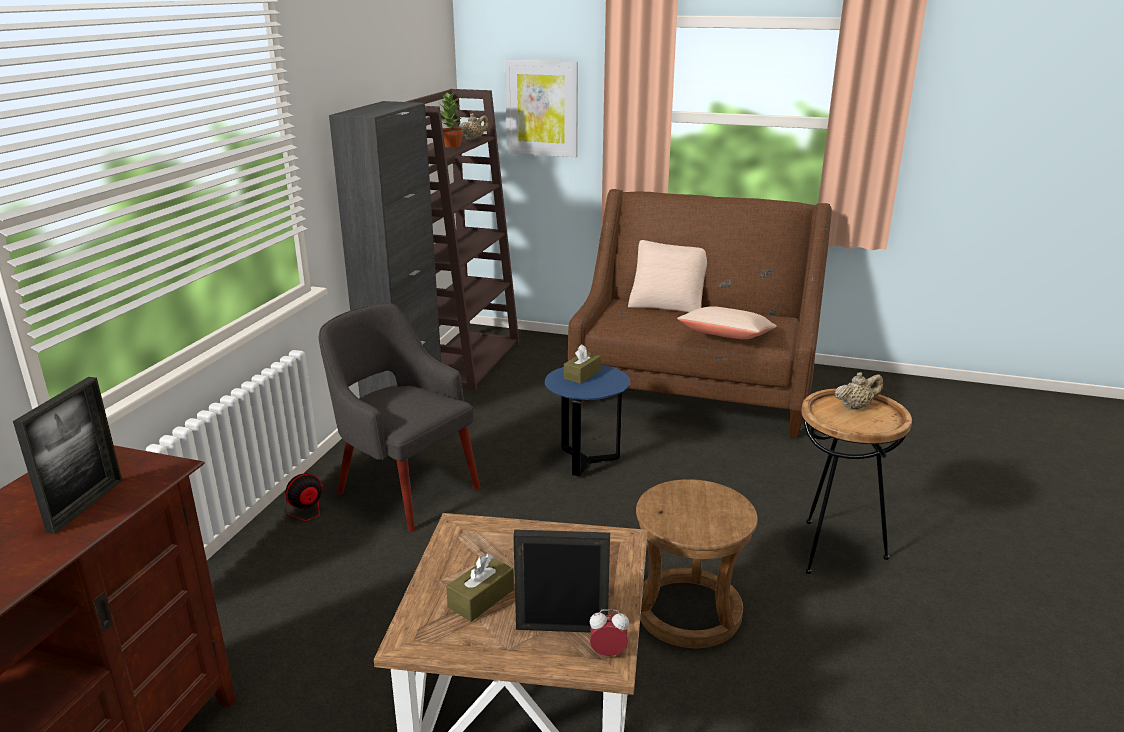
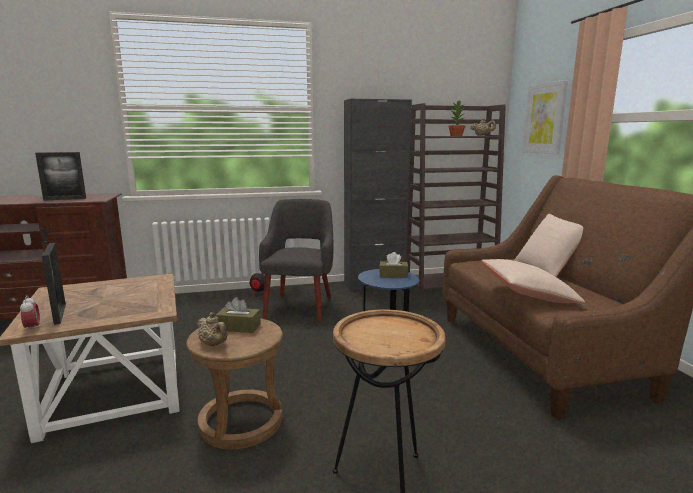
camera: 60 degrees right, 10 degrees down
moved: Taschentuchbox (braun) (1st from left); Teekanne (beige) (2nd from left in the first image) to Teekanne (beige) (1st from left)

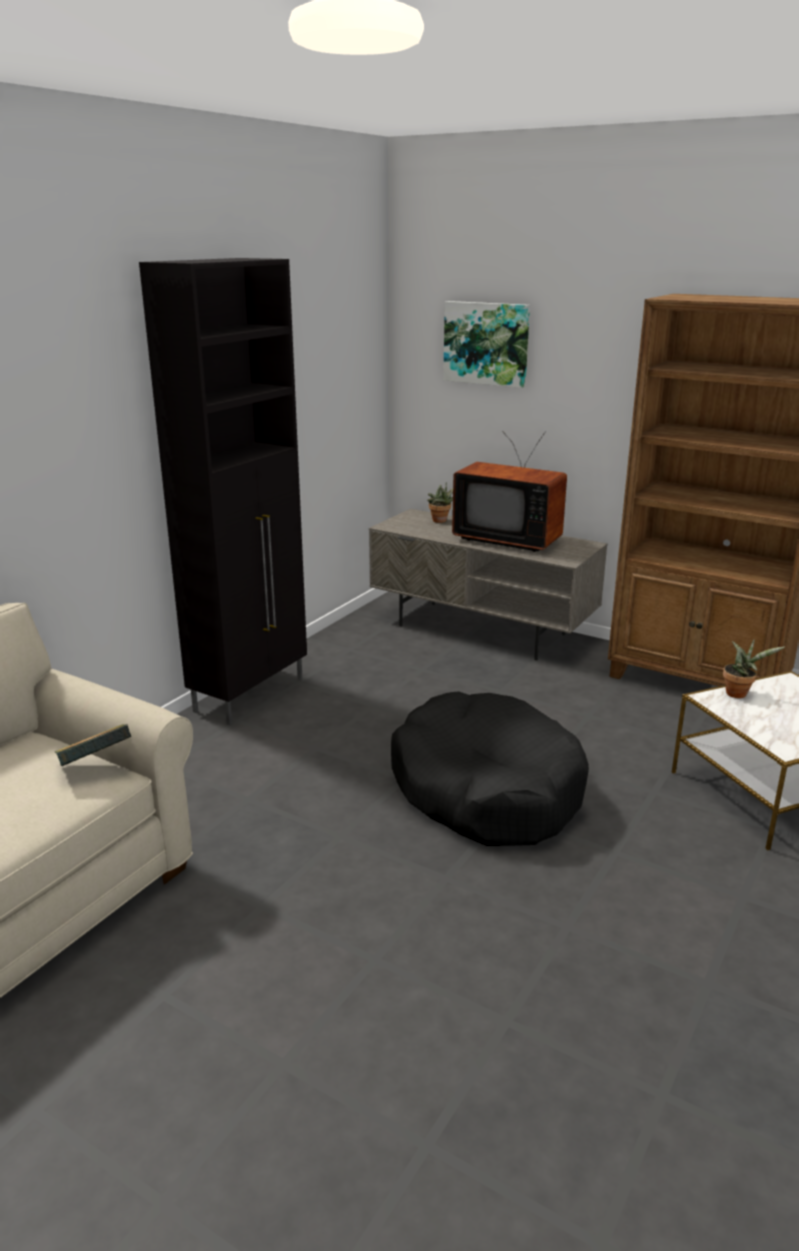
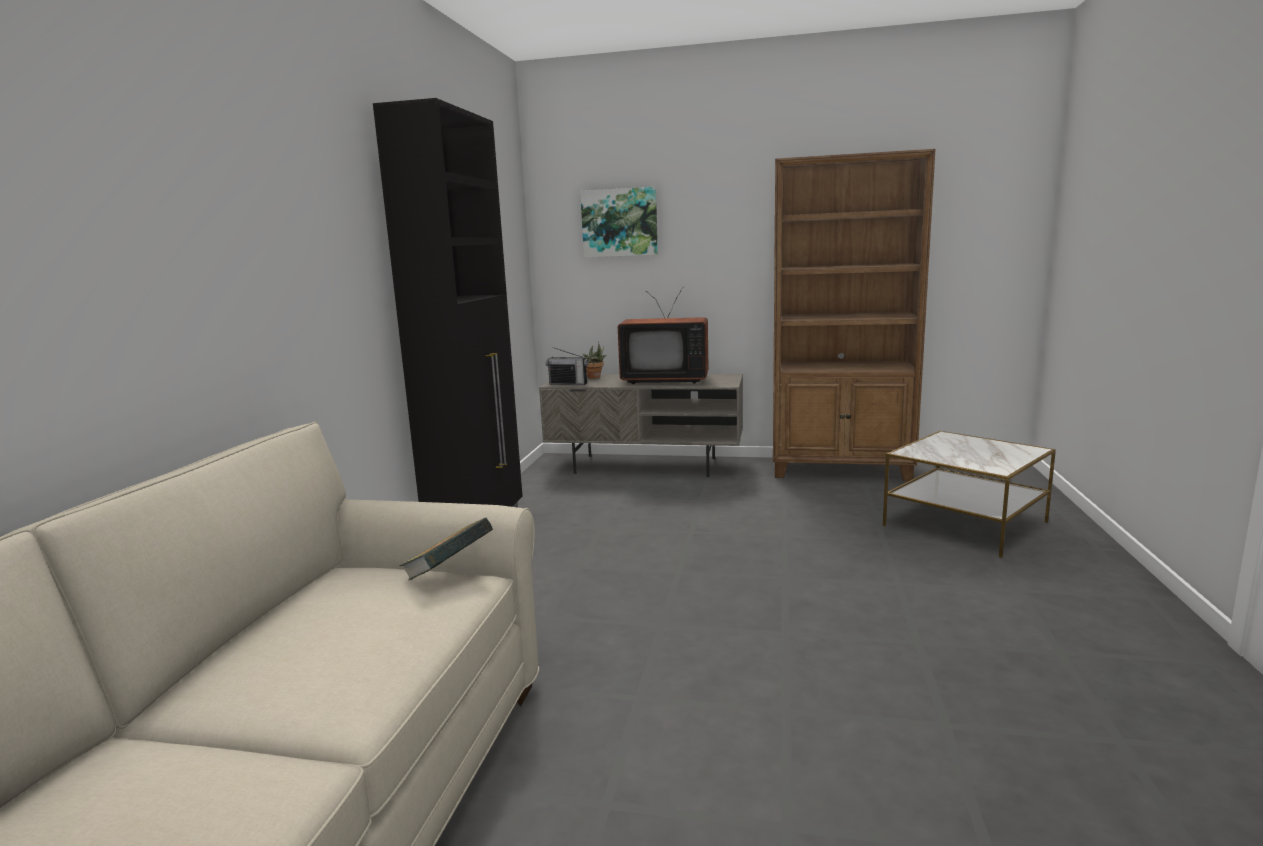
camera: 20 degrees left, 10 degrees down
removed: Hundebett (schwarz); Topfpflanze (2nd from left)
added: Radio

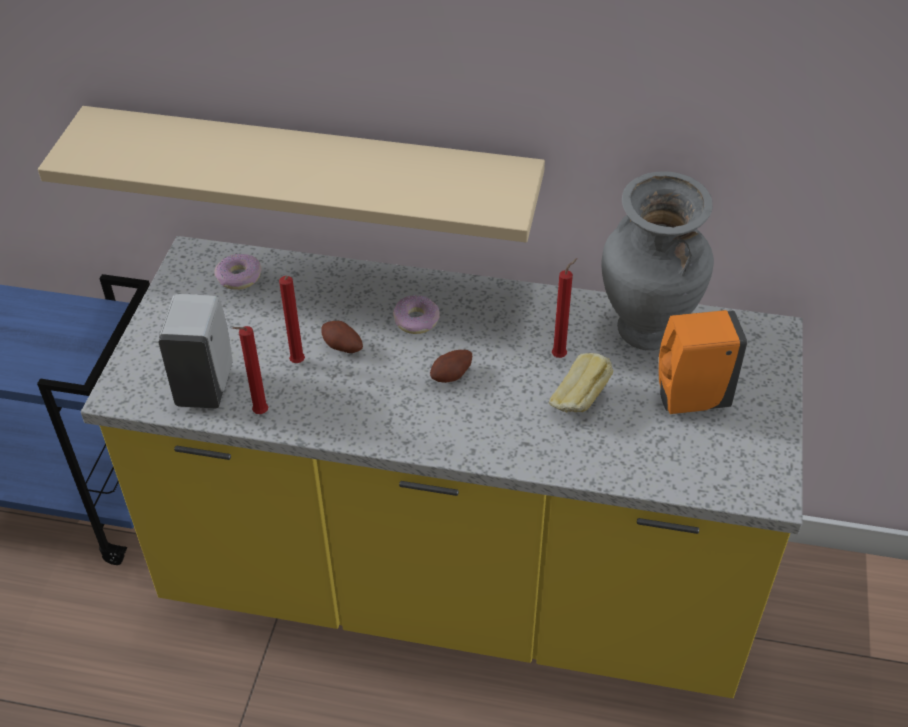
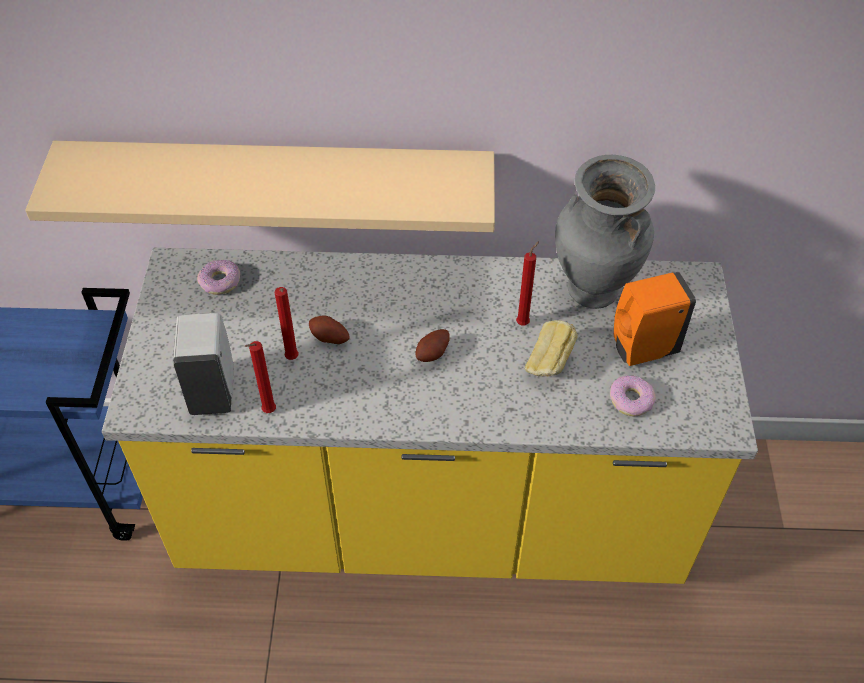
camera: 10 degrees left, 5 degrees up
moved: Donut (2nd from left)

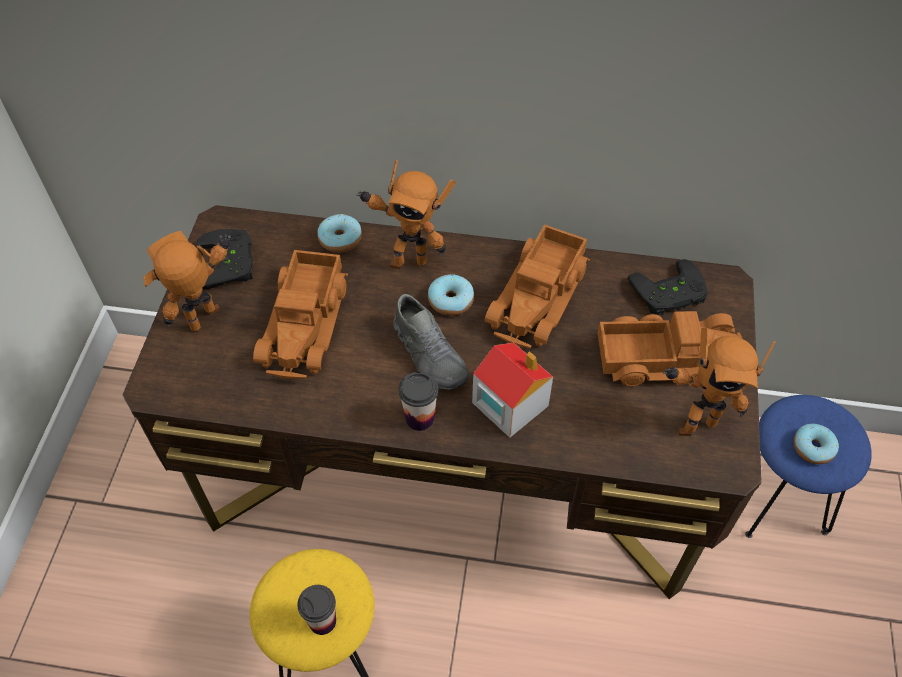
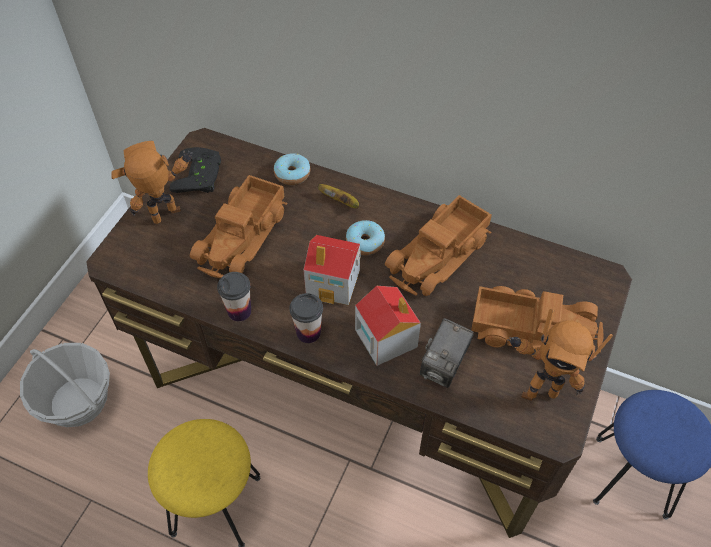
camera: 15 degrees right, 0 degrees up
removed: Gamepad (schwarz) (2nd from left); Donut (3rd from left)
added: Korb; Kamera
moved: Tasse (1st from left)
replaced: Spielzeugroboter (2nd from left) to Banane; Schuh (grau) to Spielzeughaus (1st from left)

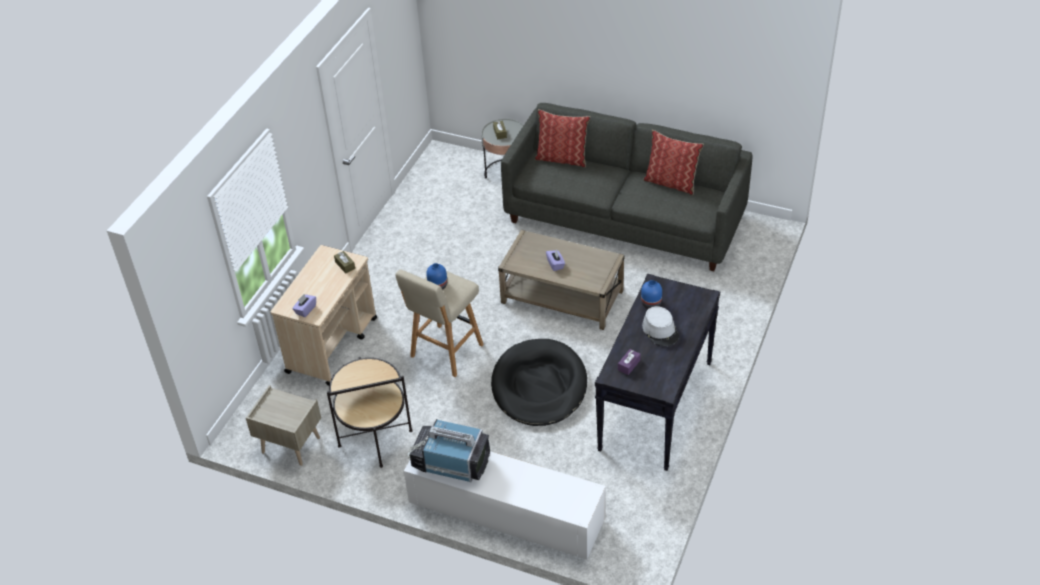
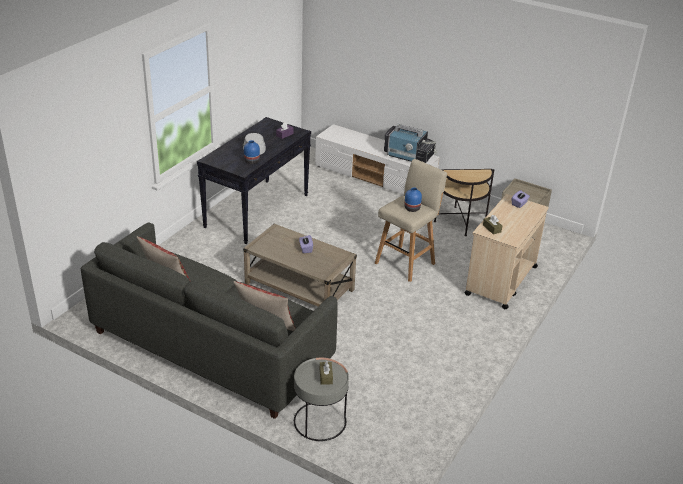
camera: 175 degrees left, 10 degrees down
removed: Hundebett (schwarz)

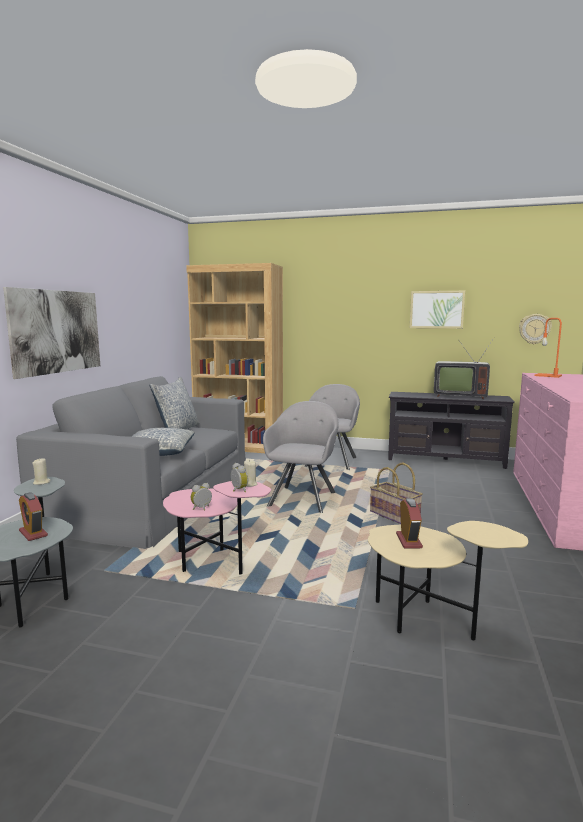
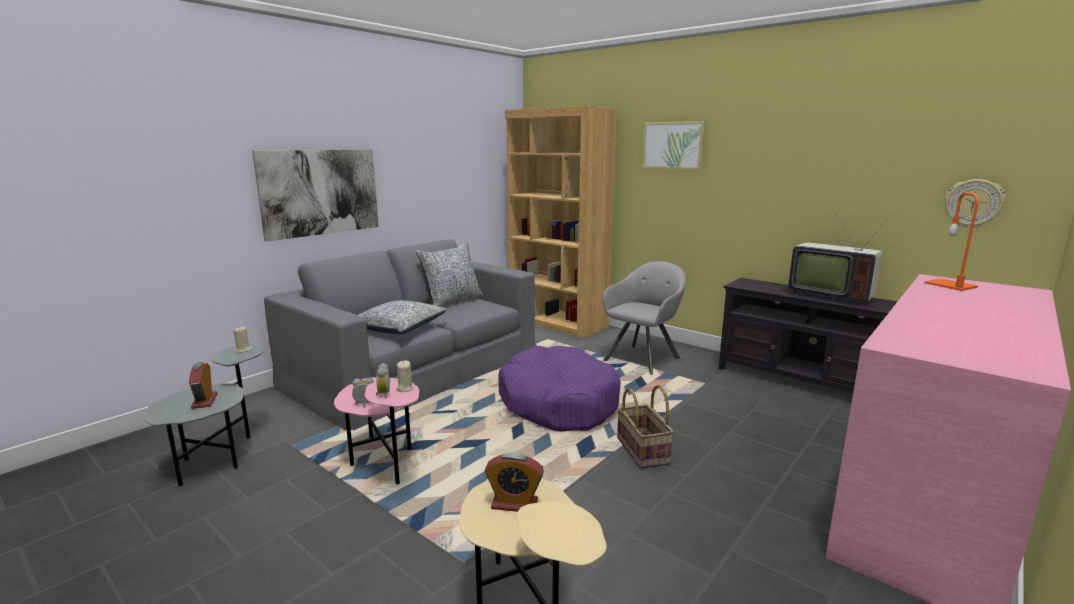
camera: 25 degrees right, 5 degrees up
moved: Bild (2nd from left)
replaced: Sessel (grau) (1st from left) to Hundebett (lila)
turned: Wecker (4th from left) 75 degrees clockwise

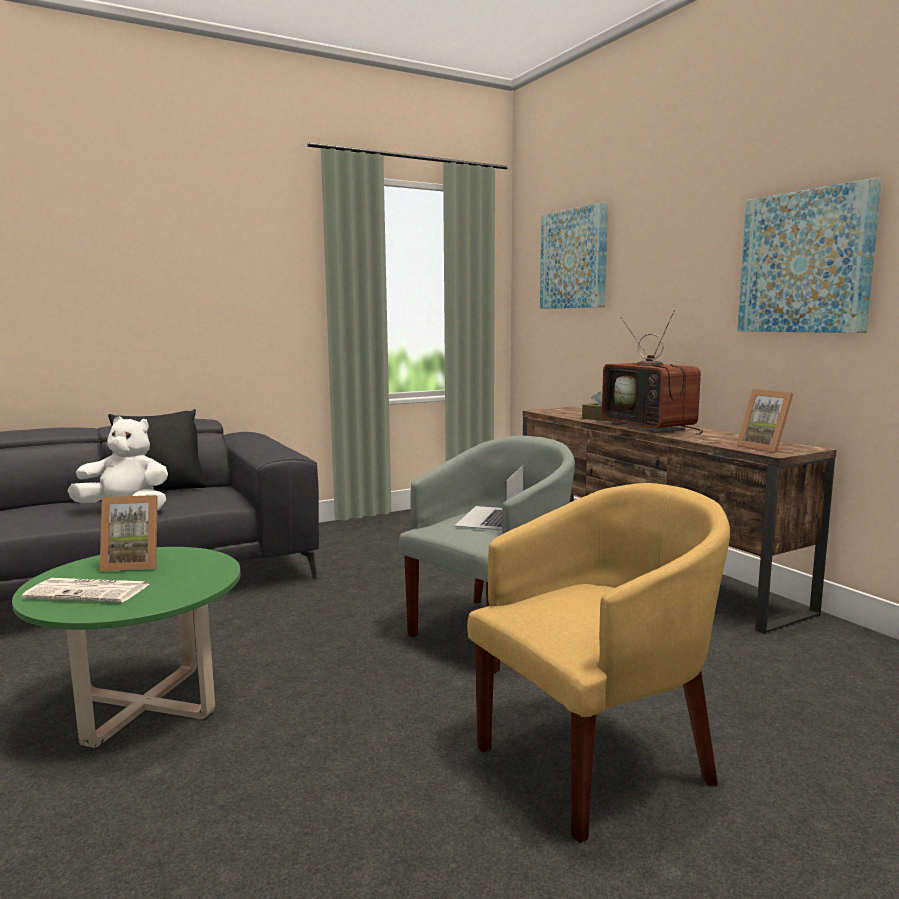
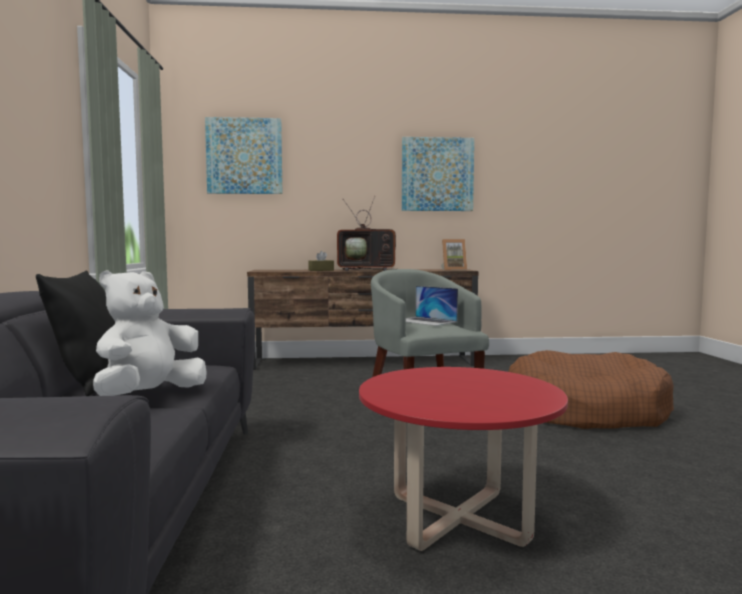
camera: 65 degrees left, 5 degrees down
removed: Zeitung; Bilderrahmen (1st from left)
replaced: Sessel (gelb) to Hundebett (braun)
recoloured: Couchtisch (grün) to Couchtisch (rot)

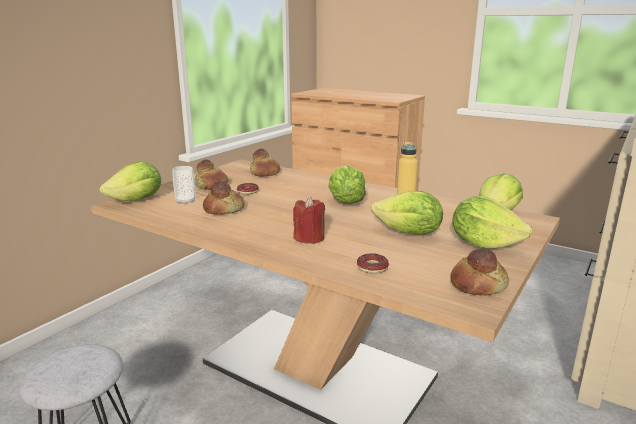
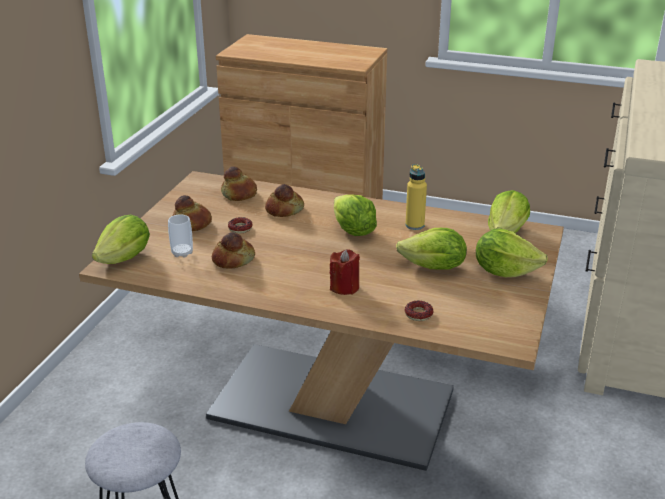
camera: 15 degrees left, 10 degrees up
moved: Brot (4th from left)

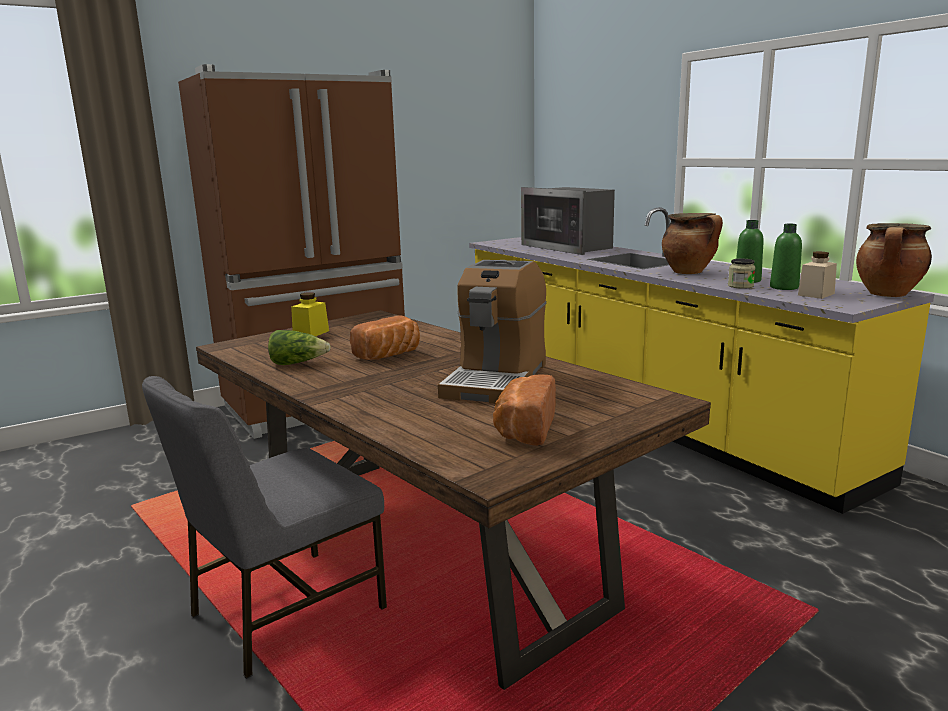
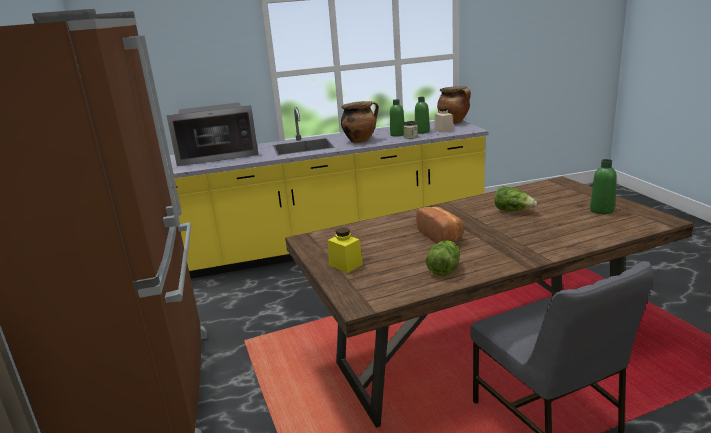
camera: 70 degrees left, 5 degrees up
replaced: Kaffeemaschine to Salatkopf (2nd from left); Brot (2nd from left) to Flasche (grün) (3rd from left)

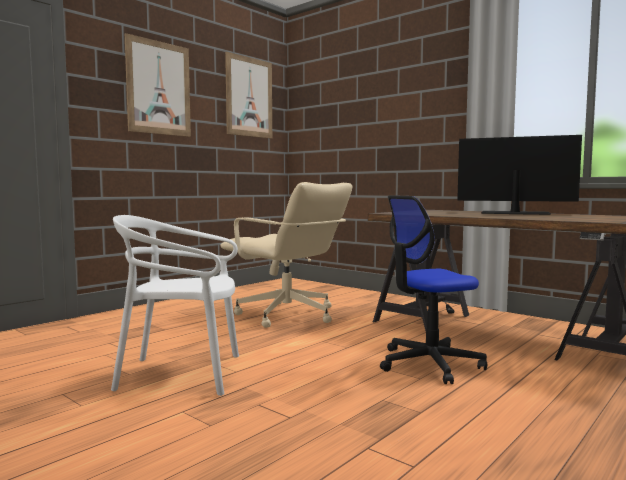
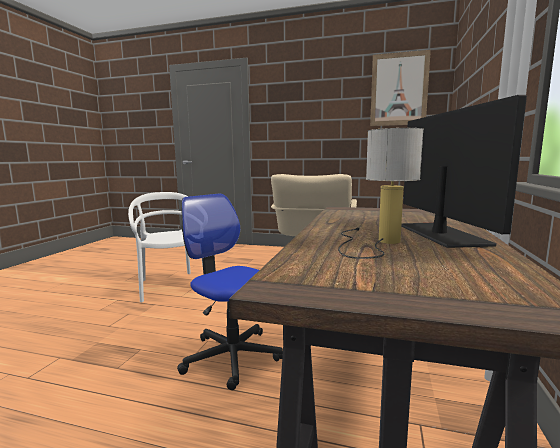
camera: 65 degrees right, 5 degrees up
removed: Bild (1st from left)
added: Tischlampe

